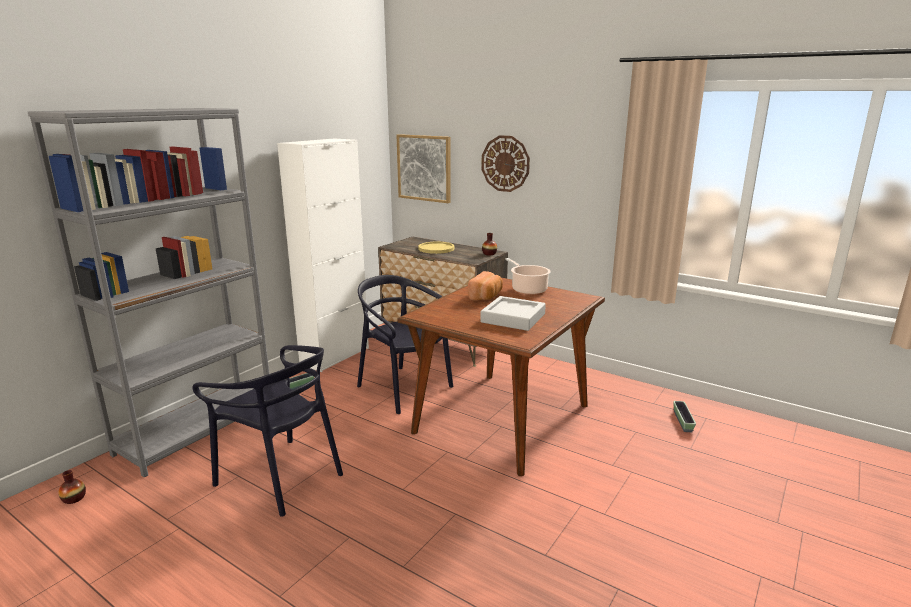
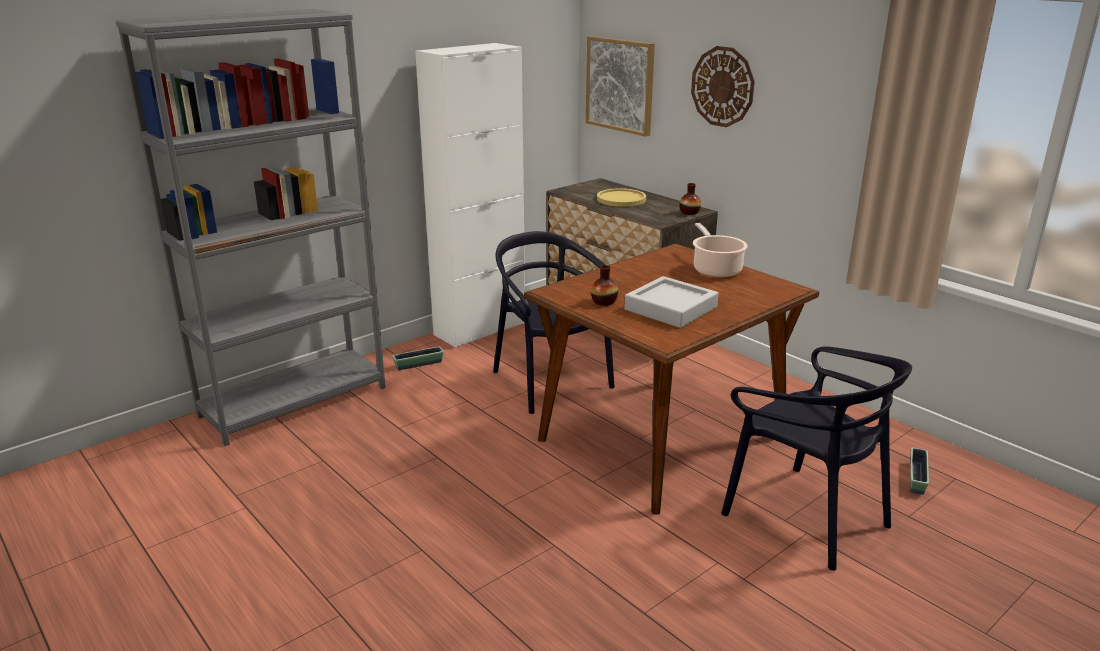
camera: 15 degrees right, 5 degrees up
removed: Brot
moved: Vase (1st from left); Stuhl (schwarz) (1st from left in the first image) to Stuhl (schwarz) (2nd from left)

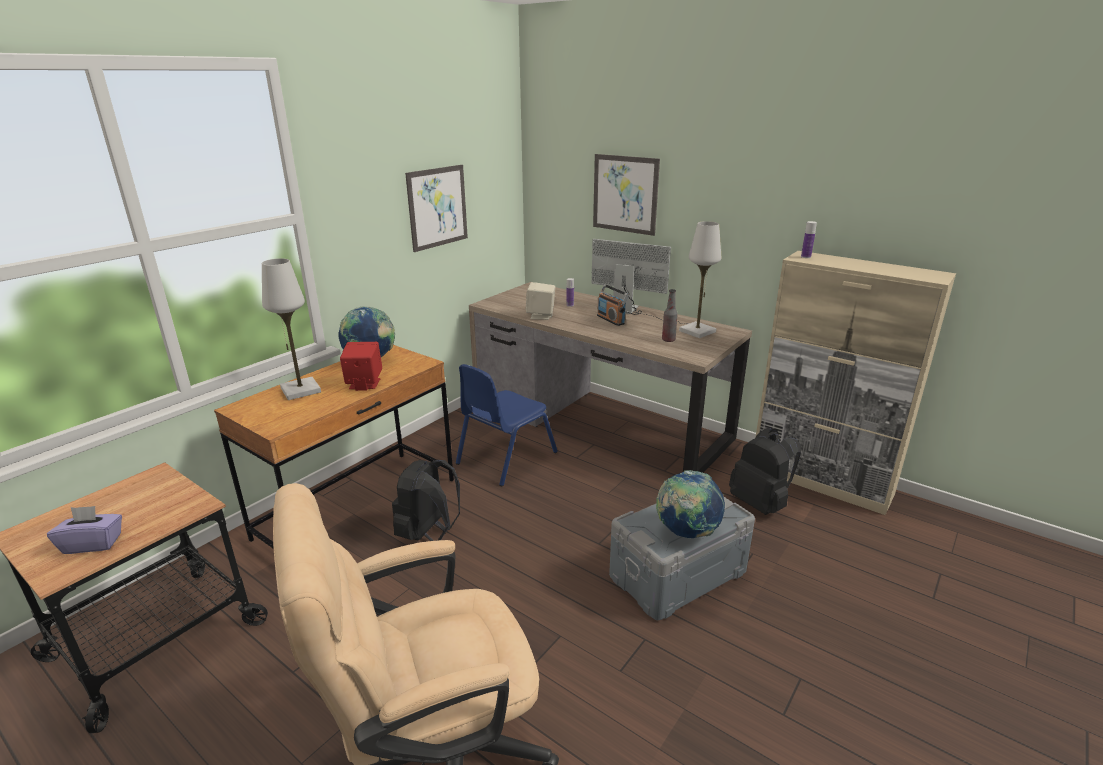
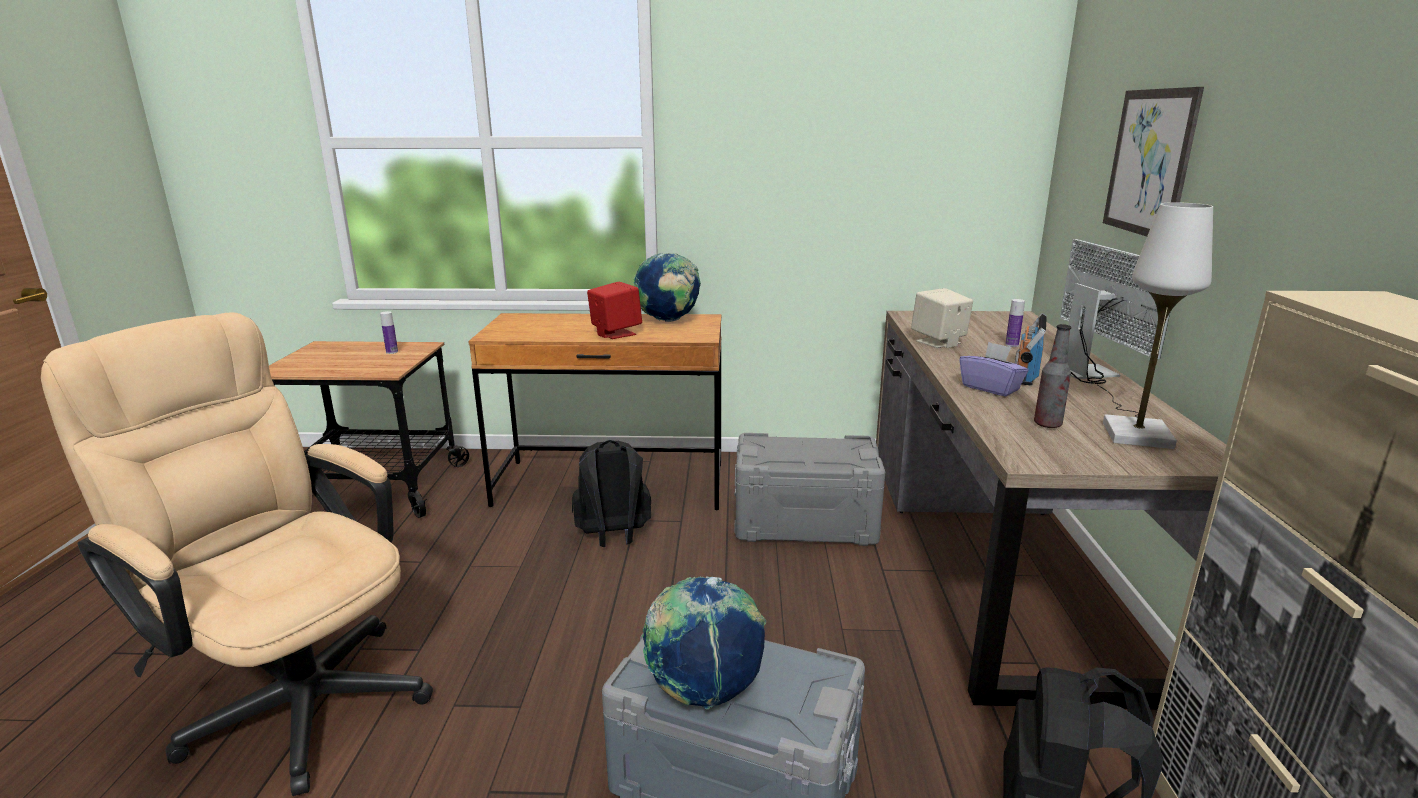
camera: 55 degrees right, 5 degrees down
removed: Tischlampe (weiß) (1st from left); Bild (1st from left)
moved: Taschentuchbox (lila); Flasche (3rd from left in the first image) to Flasche (1st from left)
replaced: Stuhl (blau) to Aufbewahrungsbox (grau) (2nd from left)

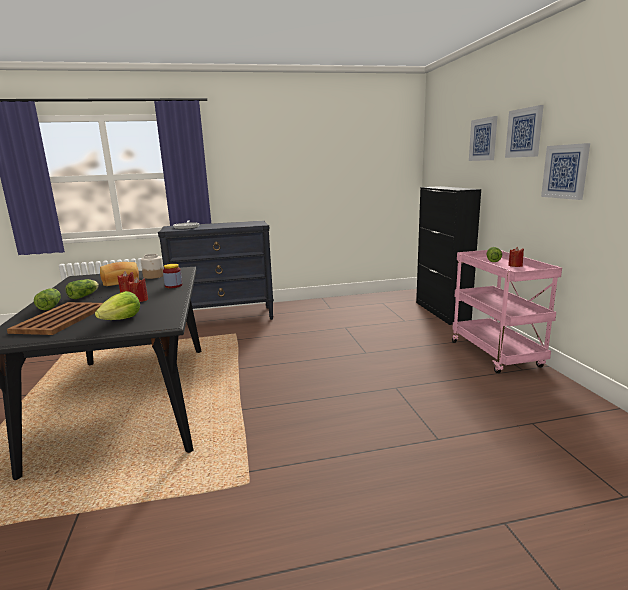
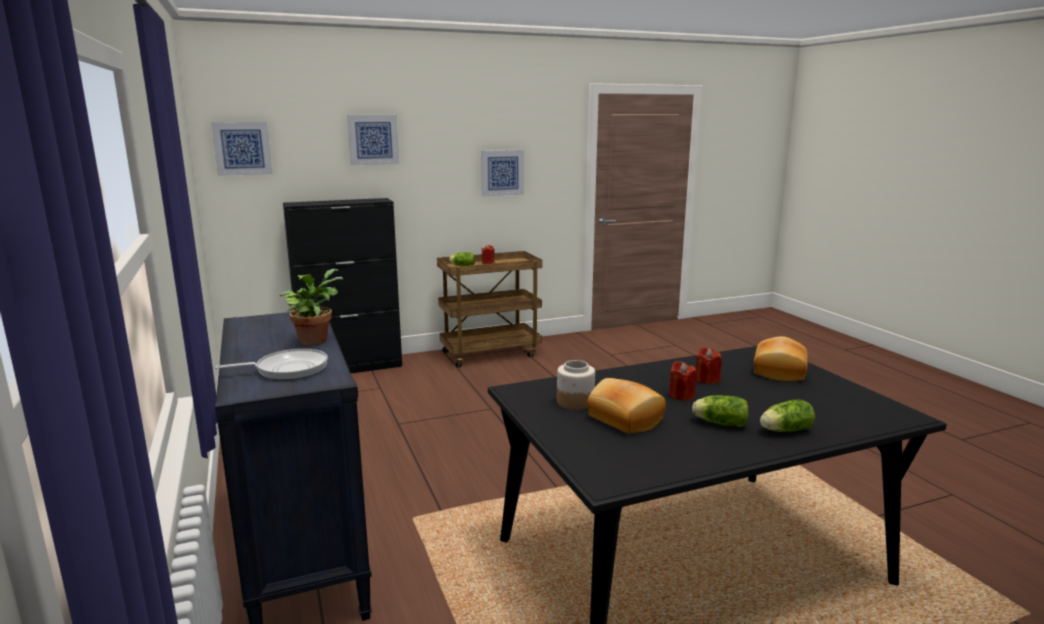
camera: 100 degrees left, 0 degrees up
removed: Tablett (braun); Vorratsglas (2nd from left)
added: Topfpflanze
moved: Bild (2nd from left in the first image) to Bild (1st from left)
replaced: Salatkopf (3rd from left) to Brot (2nd from left)
recoloured: Rollwagen (rosa) to Rollwagen (braun)

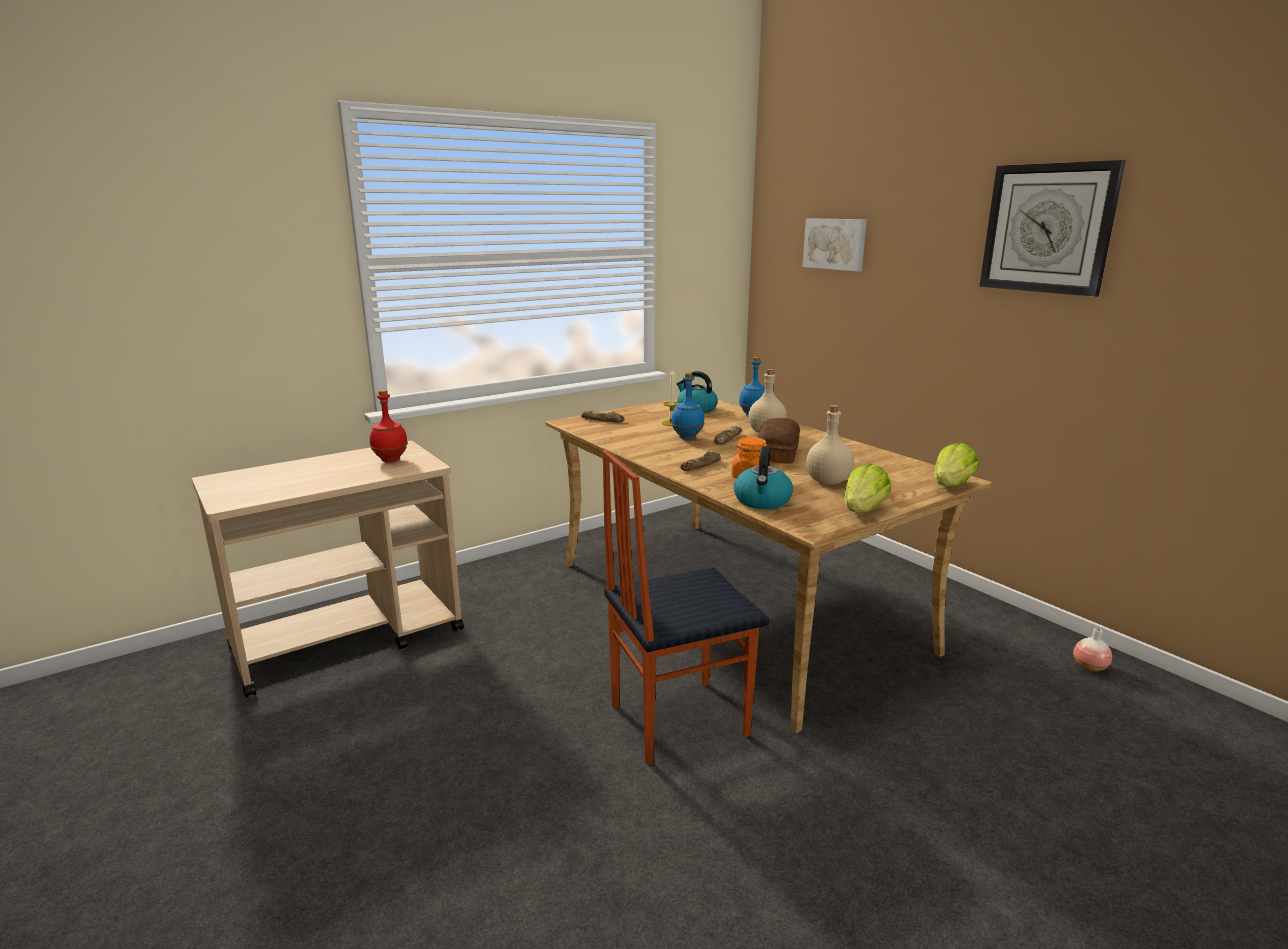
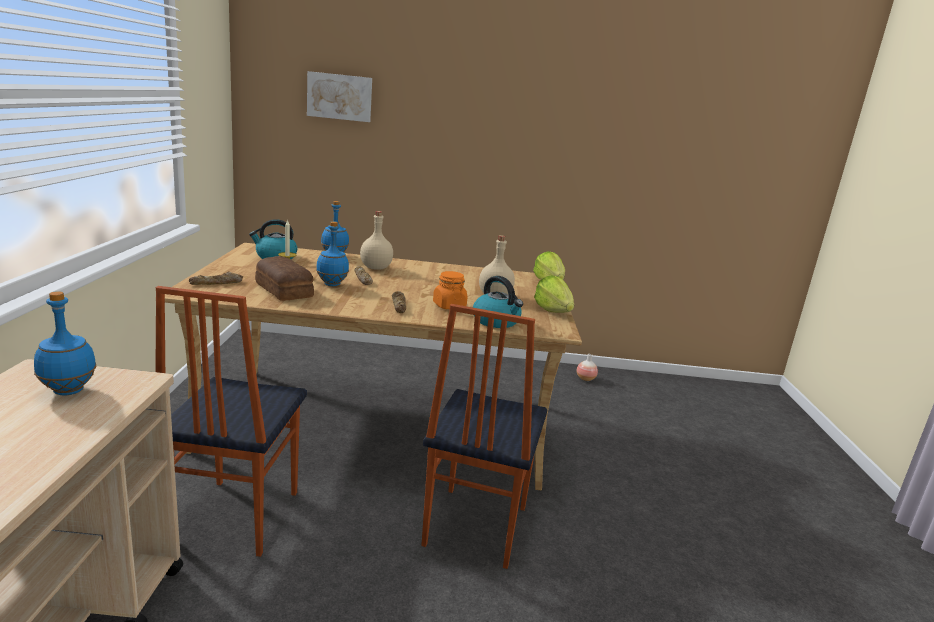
camera: 55 degrees left, 0 degrees up
removed: Wanduhr
added: Stuhl (1st from left)
moved: Brot (4th from left in the first image) to Brot (2nd from left)
recoloured: Flasche (rot) to Flasche (blau) (1st from left)

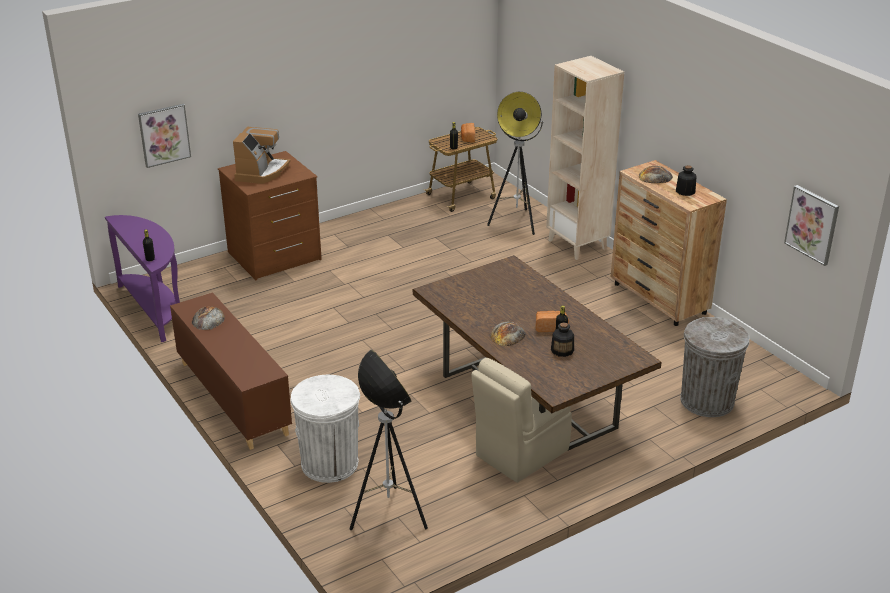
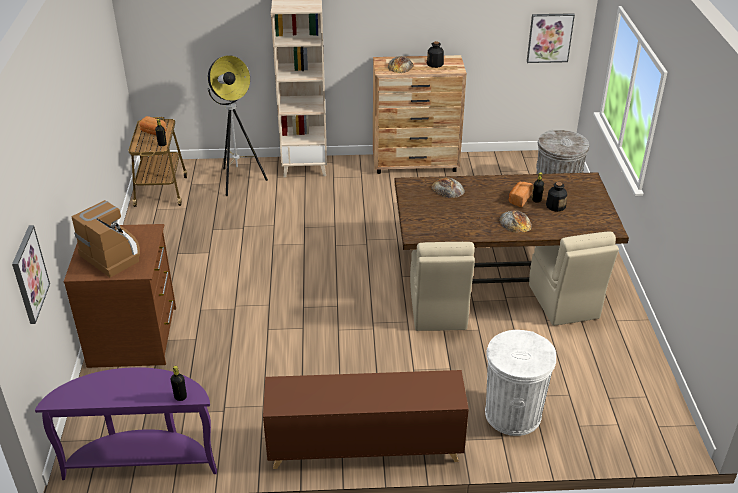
camera: 60 degrees left, 5 degrees up
removed: Stehlampe (1st from left)
added: Stuhl (beige) (1st from left)
moved: Brot (1st from left in the first image) to Brot (3rd from left)

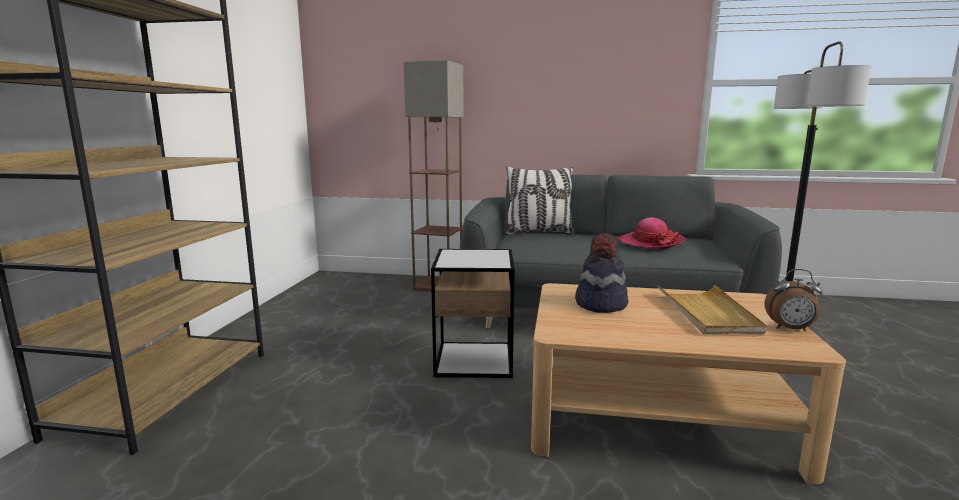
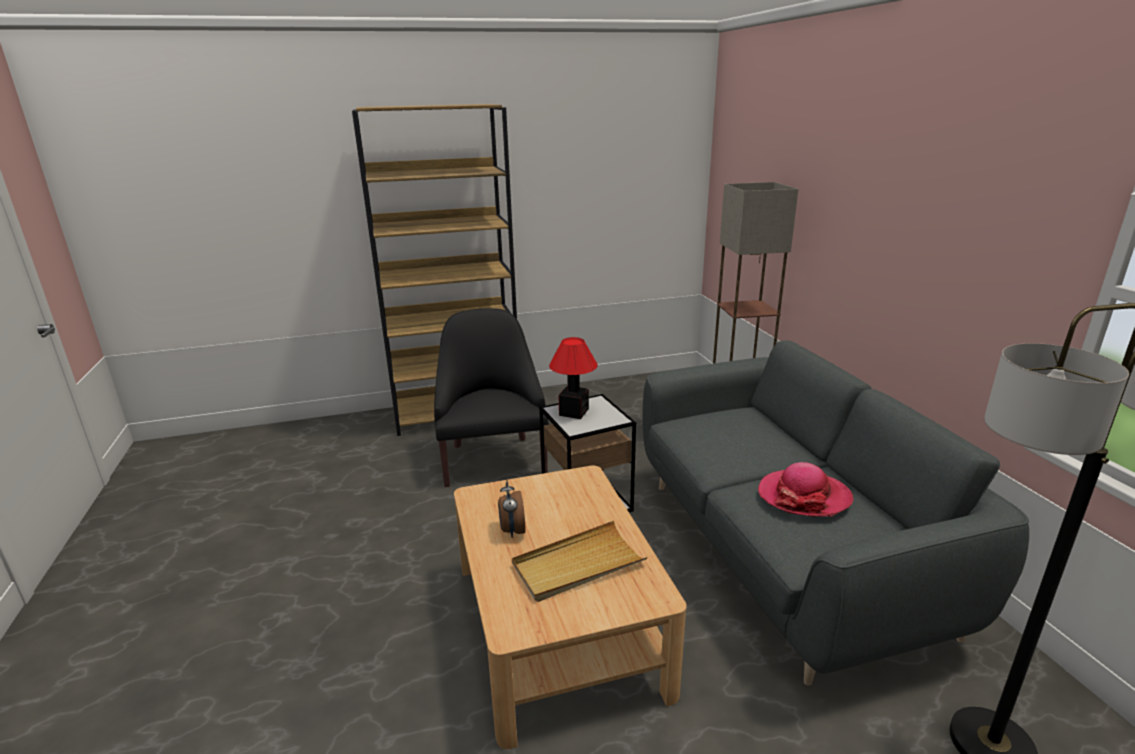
camera: 65 degrees right, 10 degrees up
removed: Kissen; Hut (1st from left)
added: Sessel (schwarz); Tischlampe
moved: Wecker

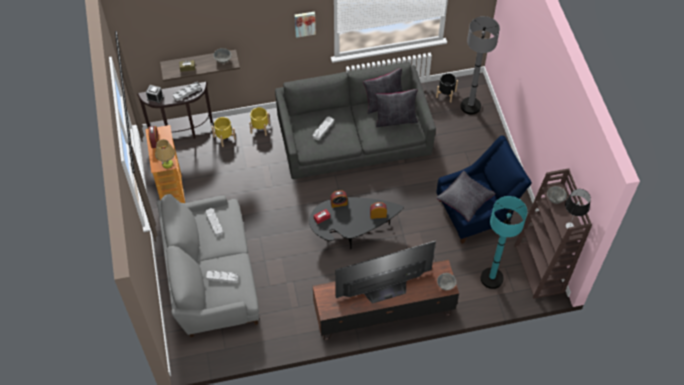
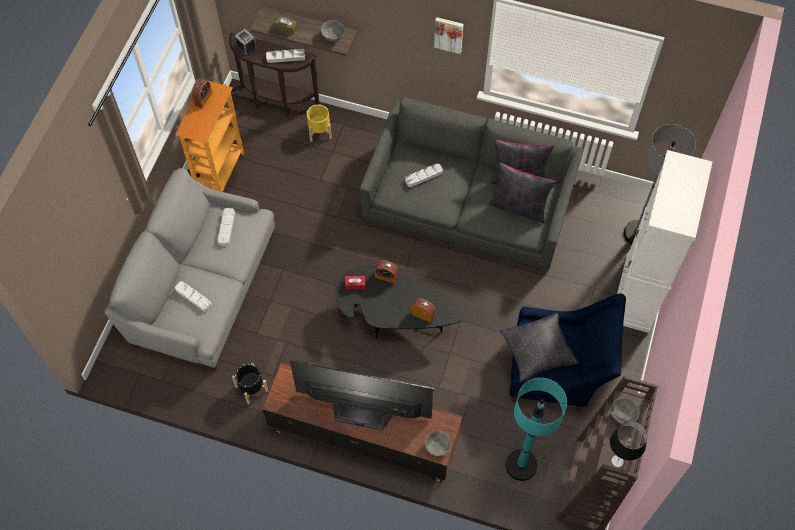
camera: 30 degrees right, 5 degrees up
removed: Tischlampe (1st from left); Pflanzkübel (gelb) (2nd from left)
added: Schrank (weiß)
moved: Pflanzkübel (schwarz)

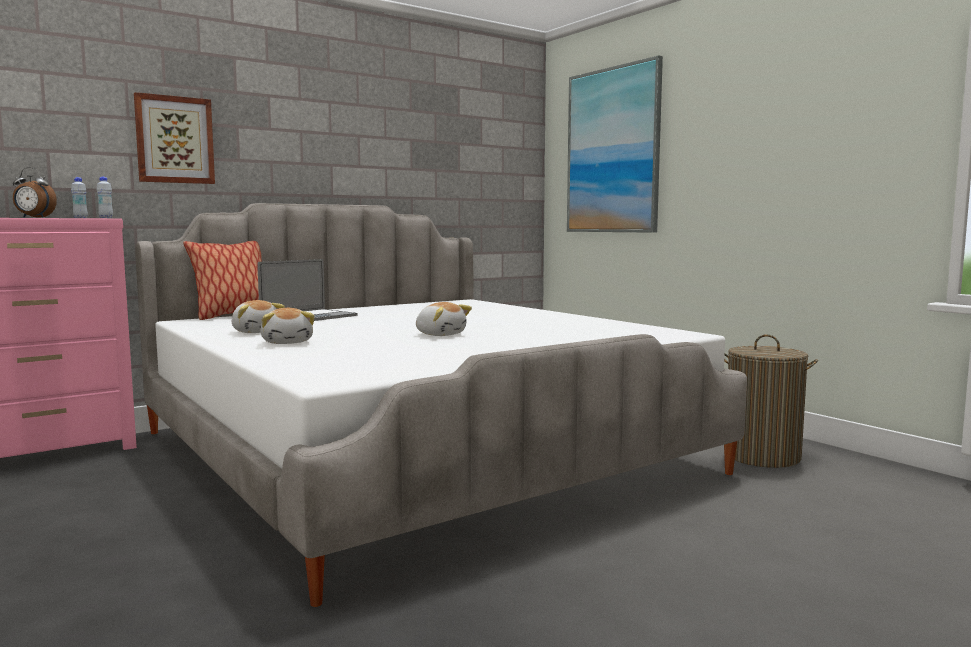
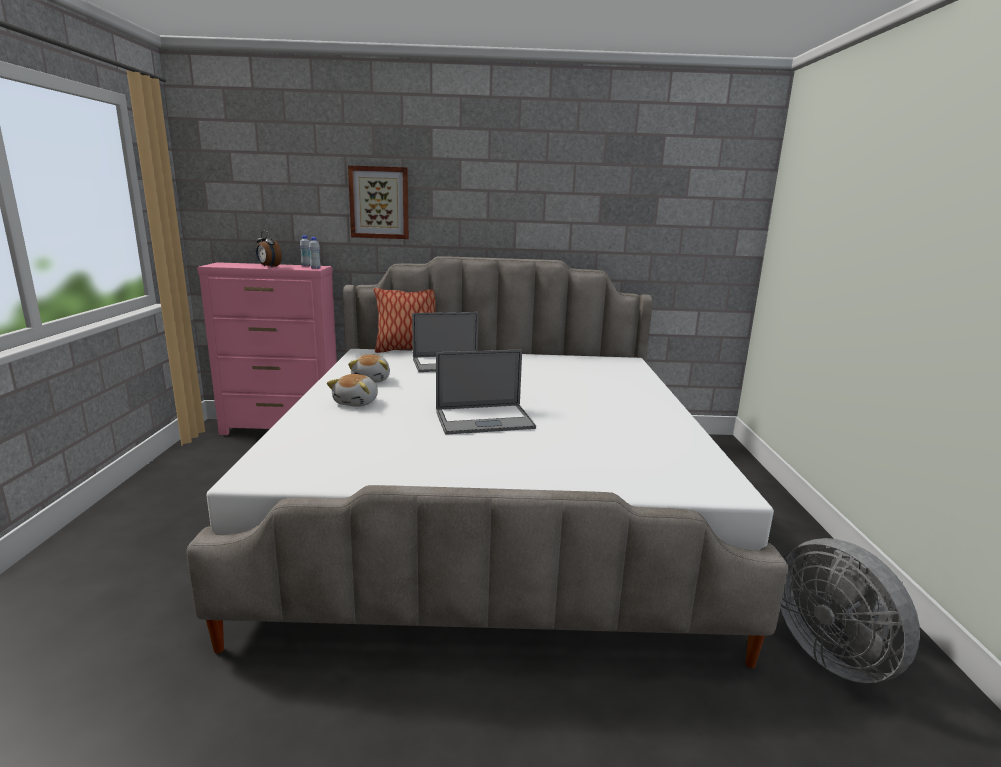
camera: 35 degrees right, 10 degrees up
removed: Bild (2nd from left)
replaced: Plüschtier (3rd from left) to Laptop (2nd from left); Wäschekorb to Ventilator (grau)

